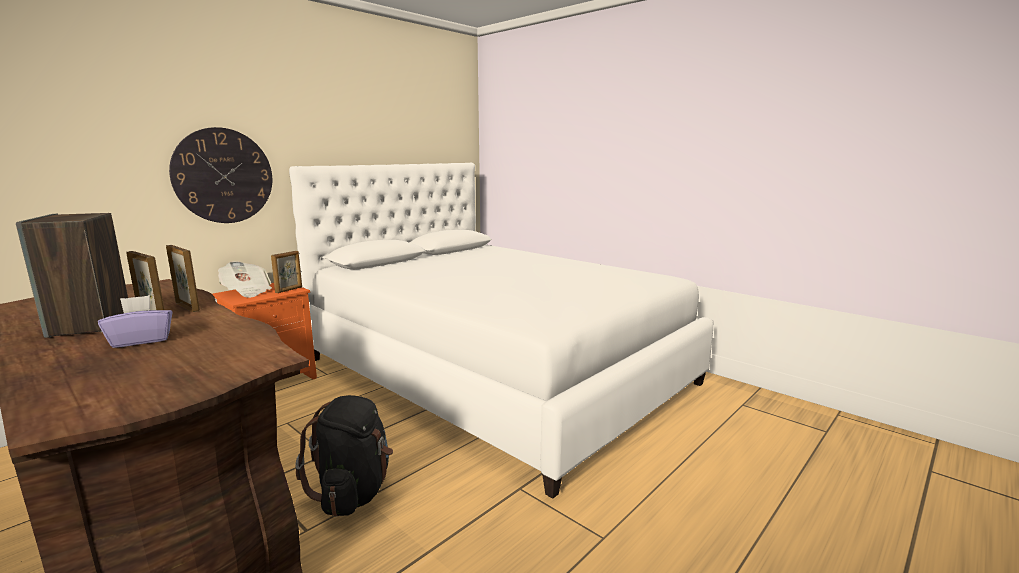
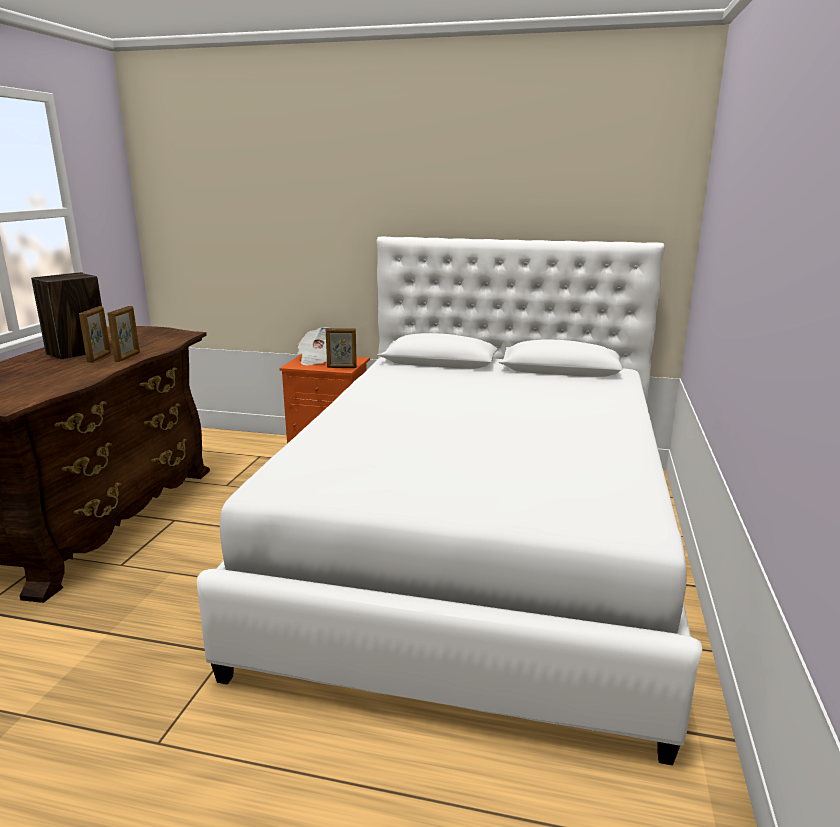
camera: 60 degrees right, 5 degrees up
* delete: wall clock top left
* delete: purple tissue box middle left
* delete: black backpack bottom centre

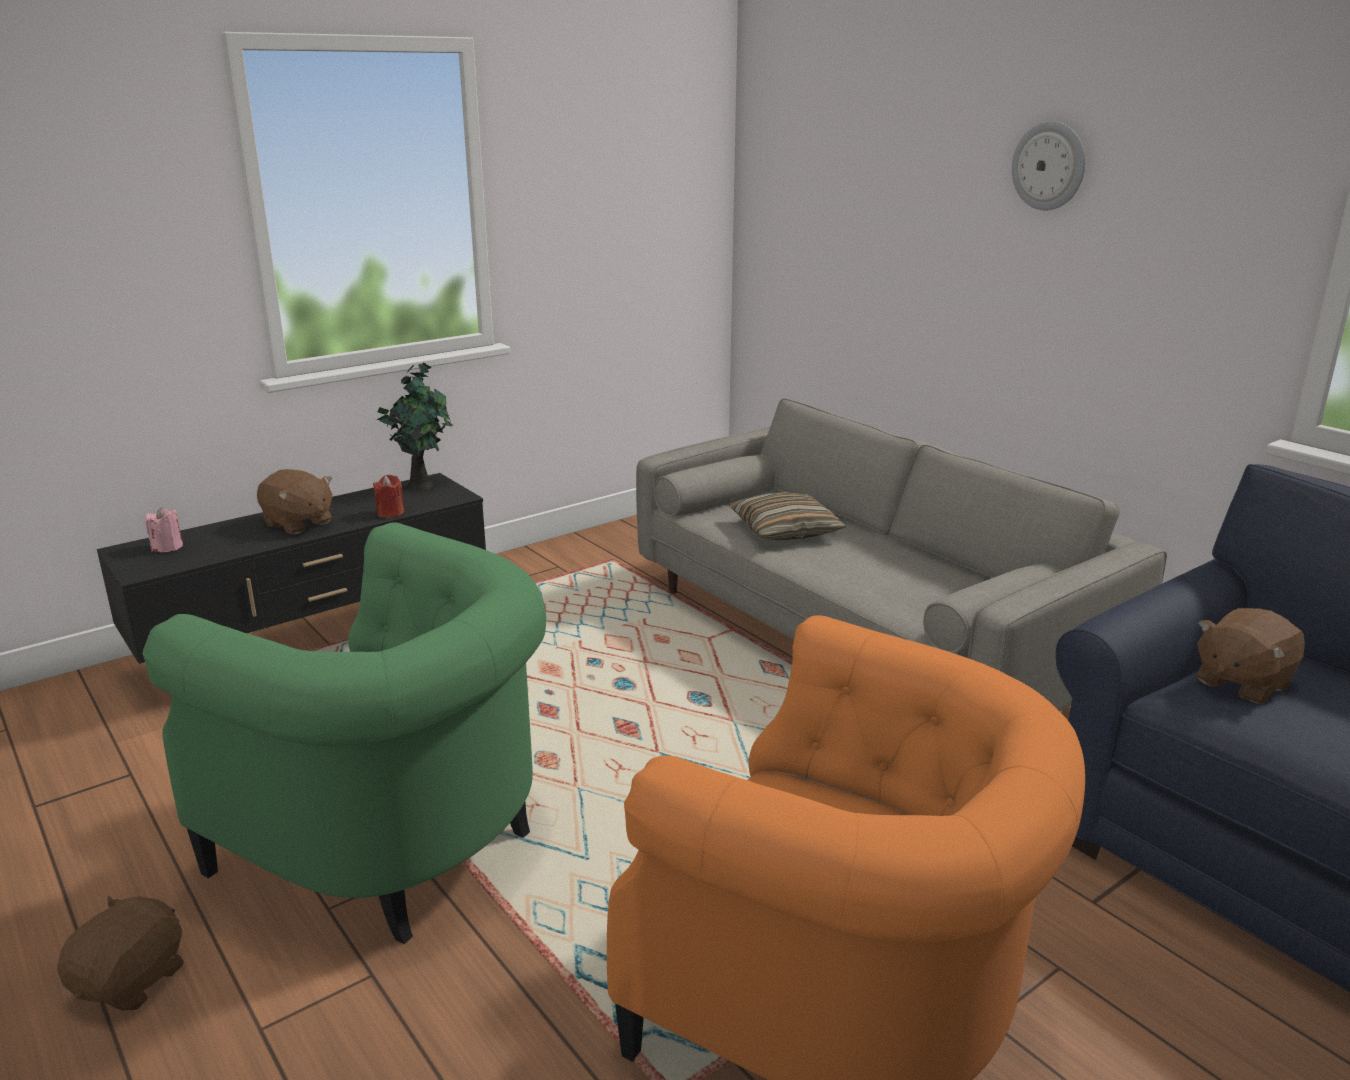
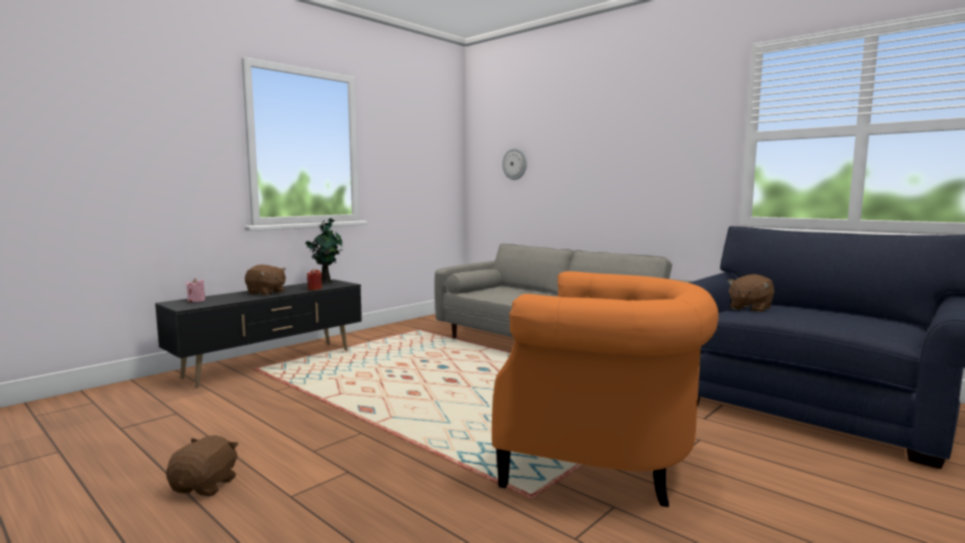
camera: 10 degrees left, 15 degrees down
* move: wall clock top right to top centre
* delete: pillow centre
* delete: green armchair bottom left

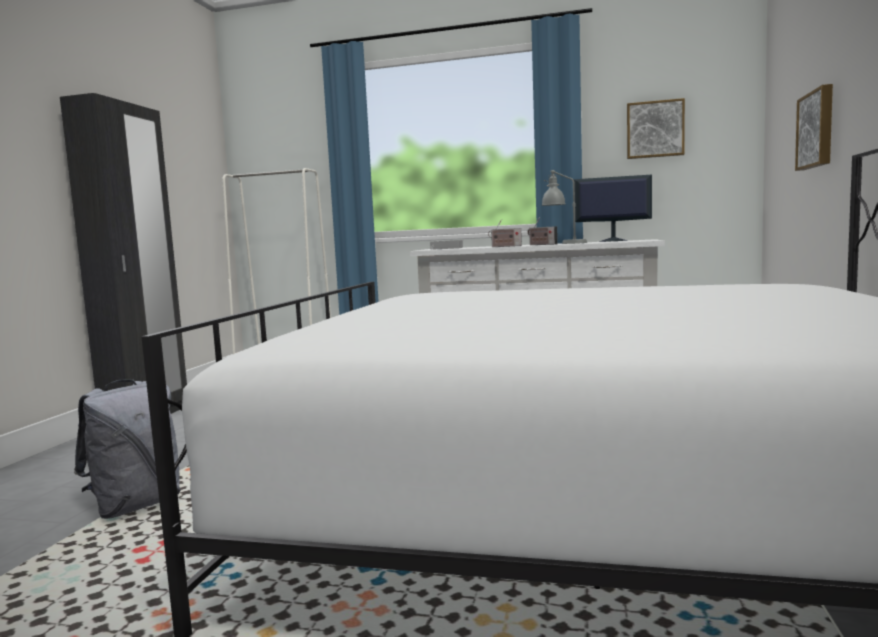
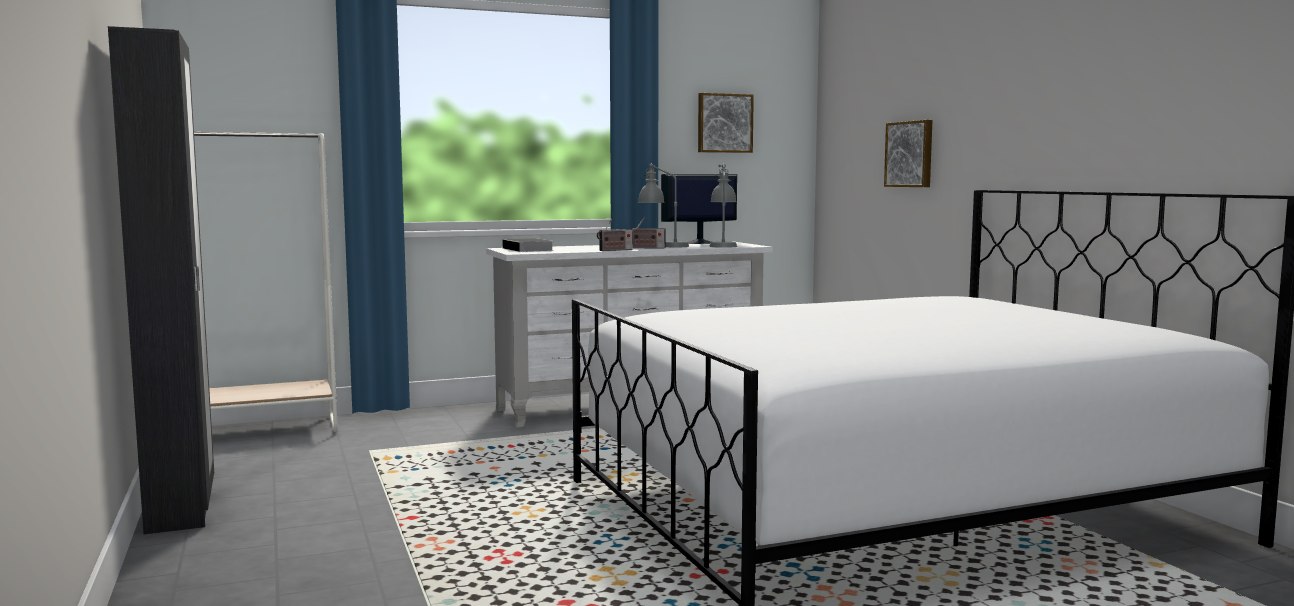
camera: 35 degrees left, 0 degrees up
* delete: grey backpack bottom left
* insert: grey table lamp (2nd from left) centre

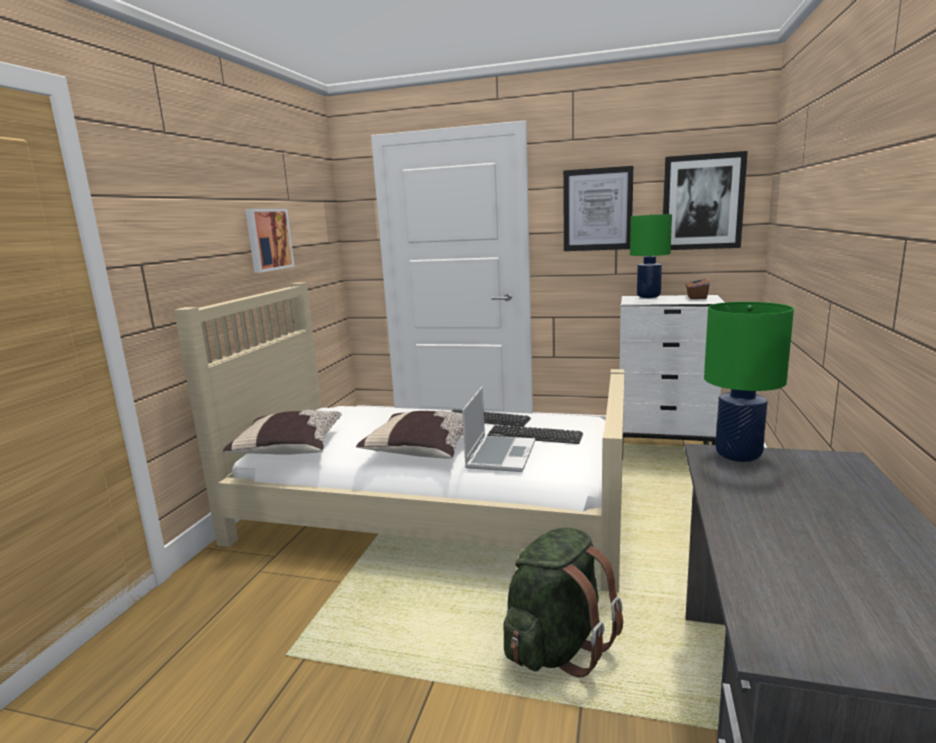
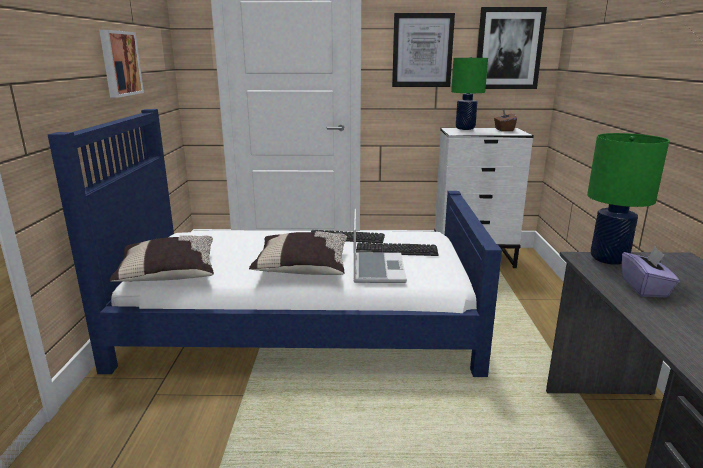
camera: 15 degrees left, 5 degrees up
* recolor: beige bed centre to blue bed centre
* delete: green backpack bottom centre
* insert: purple tissue box middle right

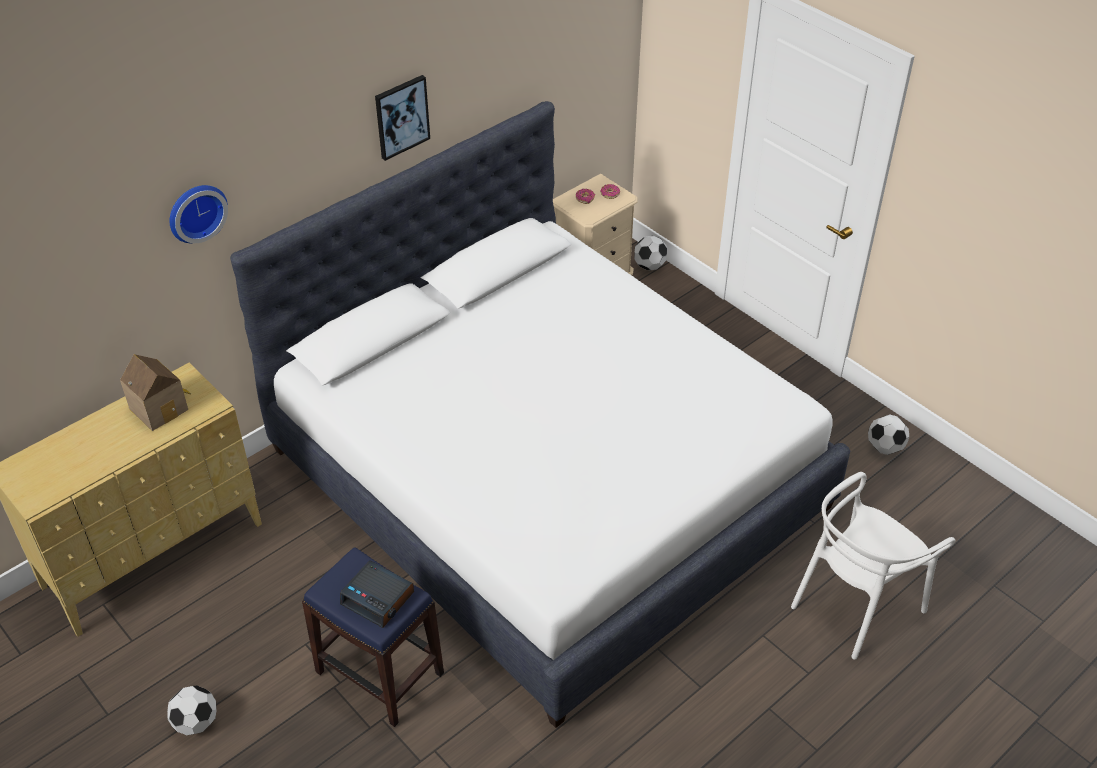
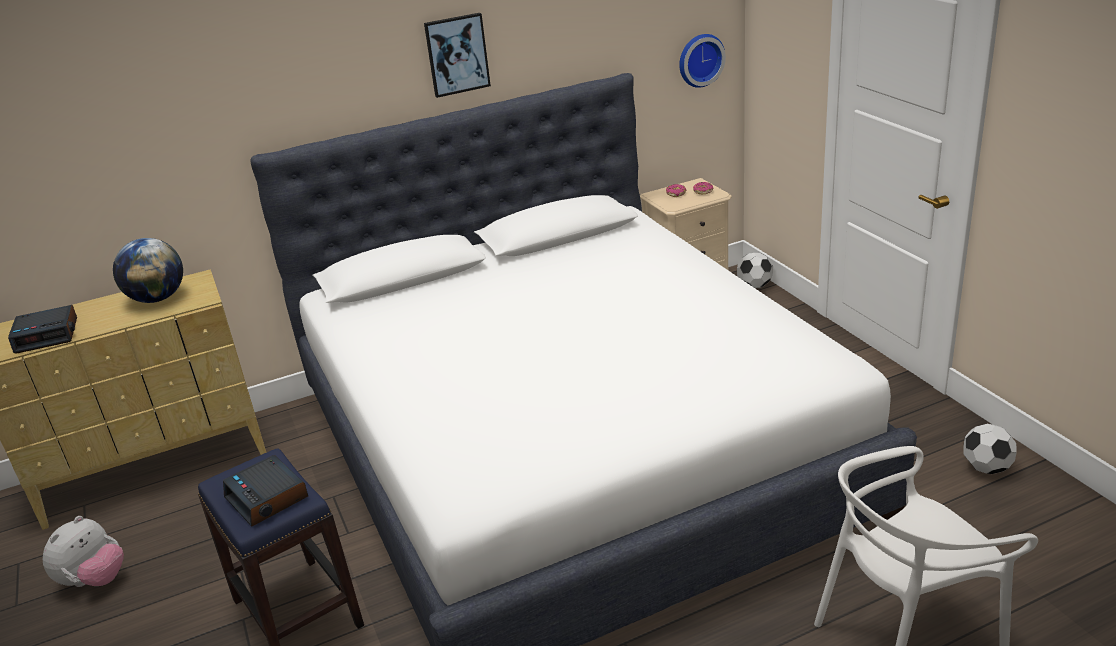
camera: 20 degrees right, 15 degrees down
* move: wall clock top left to top centre
* replace: toy house middle left to globe middle left
* delete: football (1st from left) bottom left
* insert: alarm clock (1st from left) middle left
* insert: plush toy bottom left

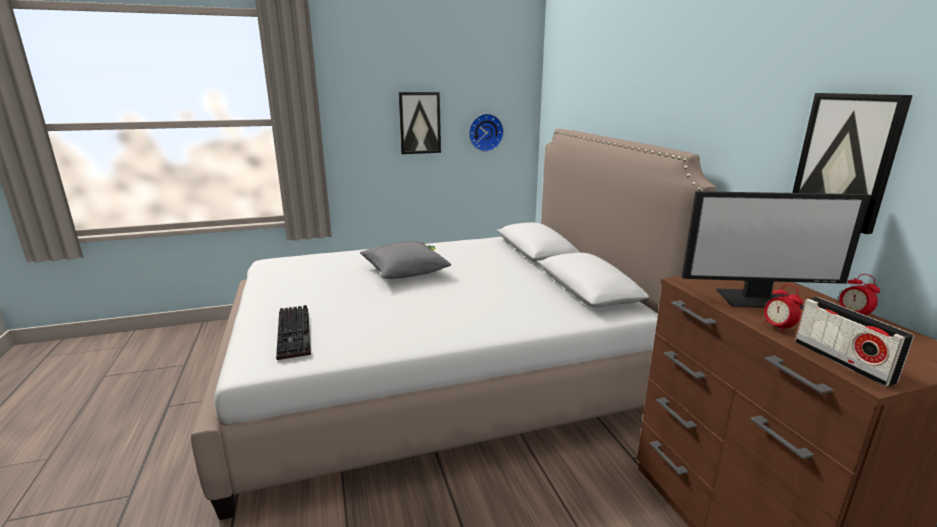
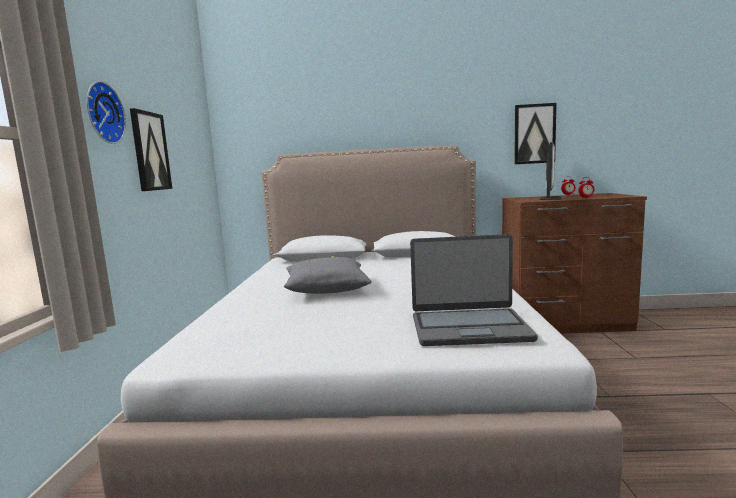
camera: 70 degrees left, 10 degrees down
* move: wall clock top centre to top left
* delete: radio middle right
* replace: keyboard middle left to laptop centre

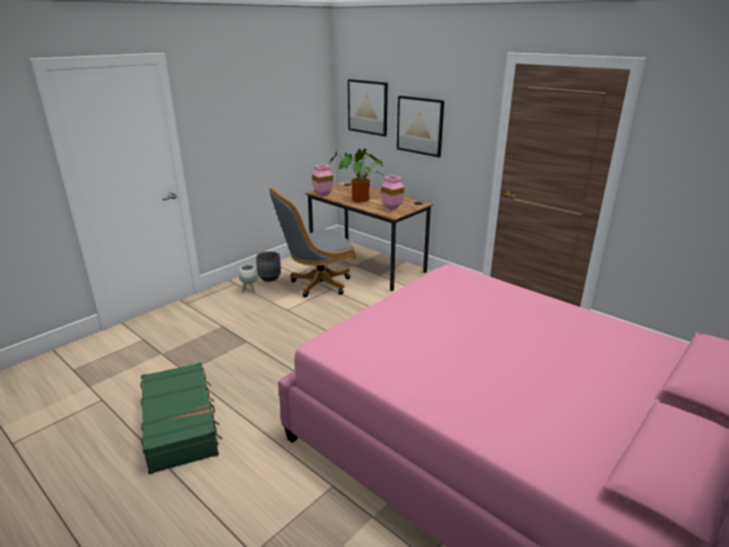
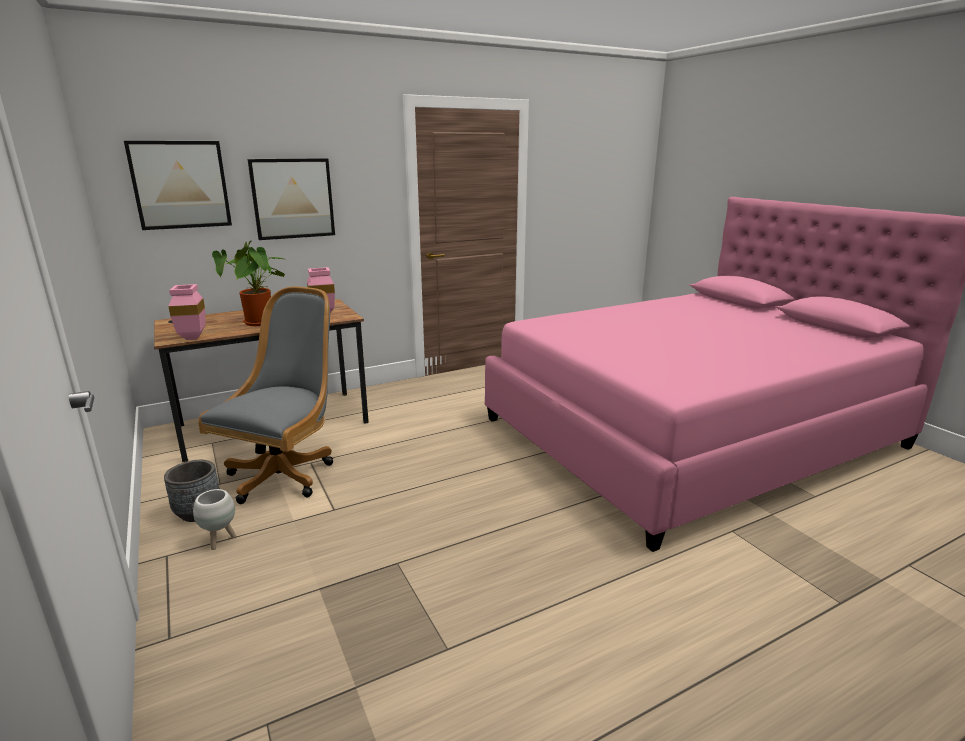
camera: 70 degrees left, 5 degrees down
* rotate: grey office chair centre = middle left 150 degrees counterclockwise
* delete: green suitcase bottom left

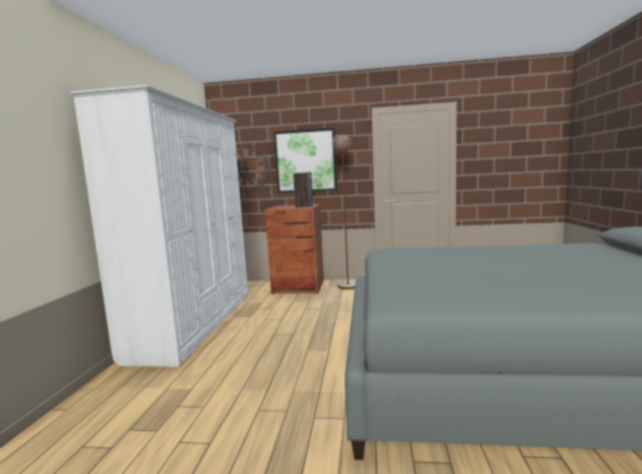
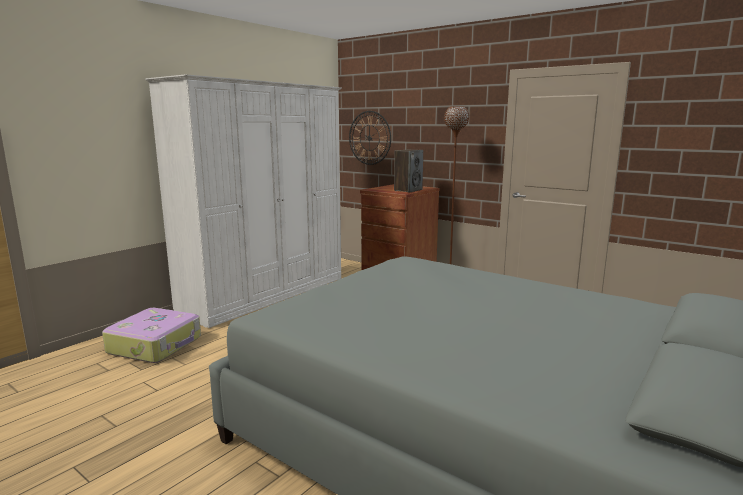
camera: 30 degrees right, 5 degrees up
* delete: picture centre
* insert: suitcase bottom left

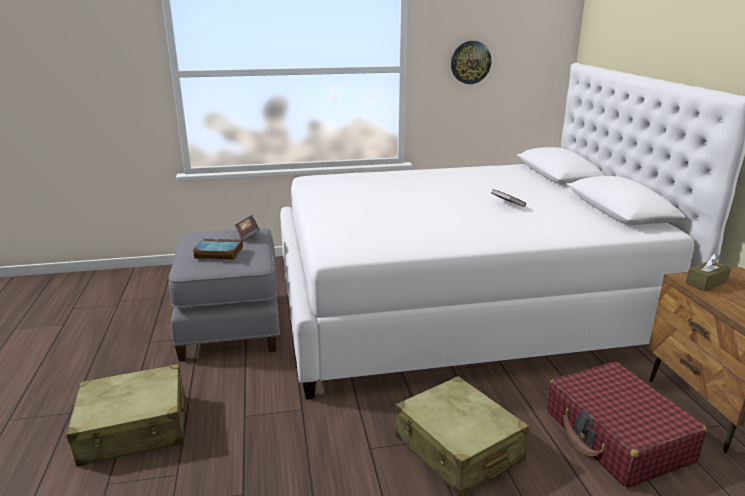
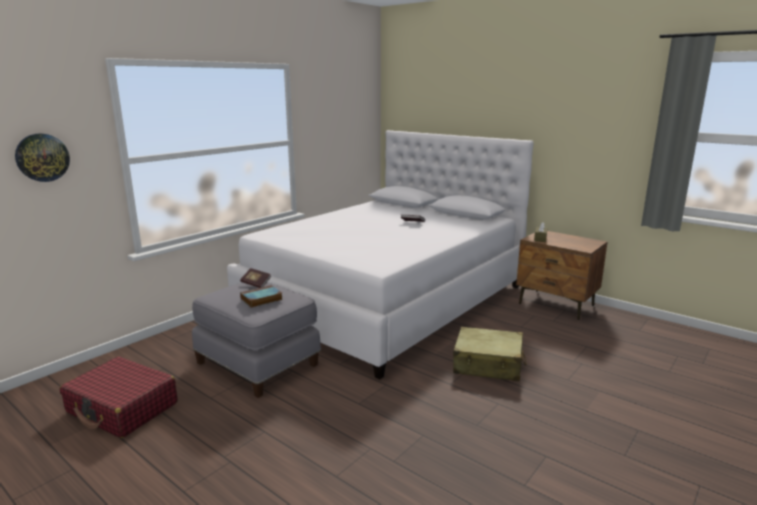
camera: 40 degrees left, 5 degrees down
* move: wall clock top centre to top left
* move: red suitcase bottom right to bottom left
* delete: beige suitcase (1st from left) bottom left

